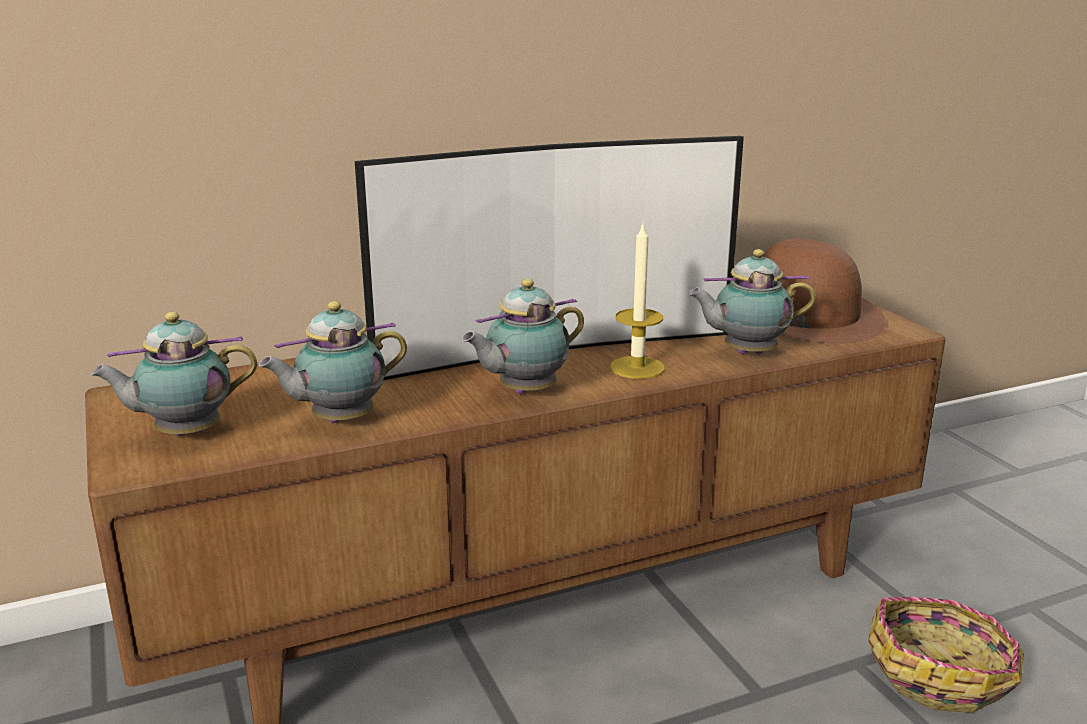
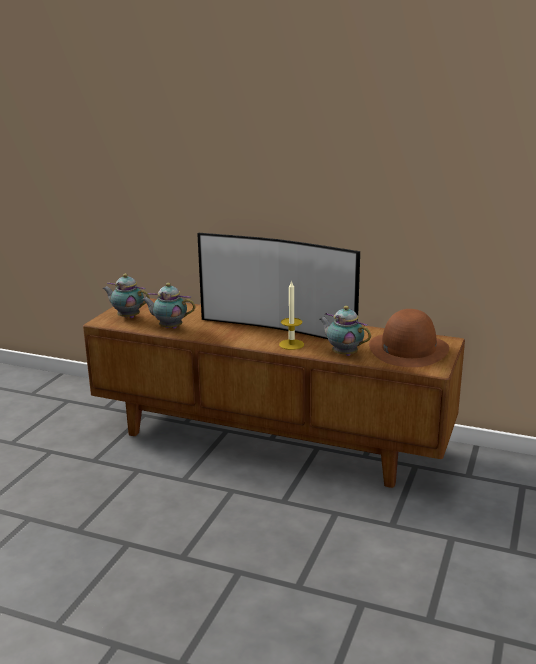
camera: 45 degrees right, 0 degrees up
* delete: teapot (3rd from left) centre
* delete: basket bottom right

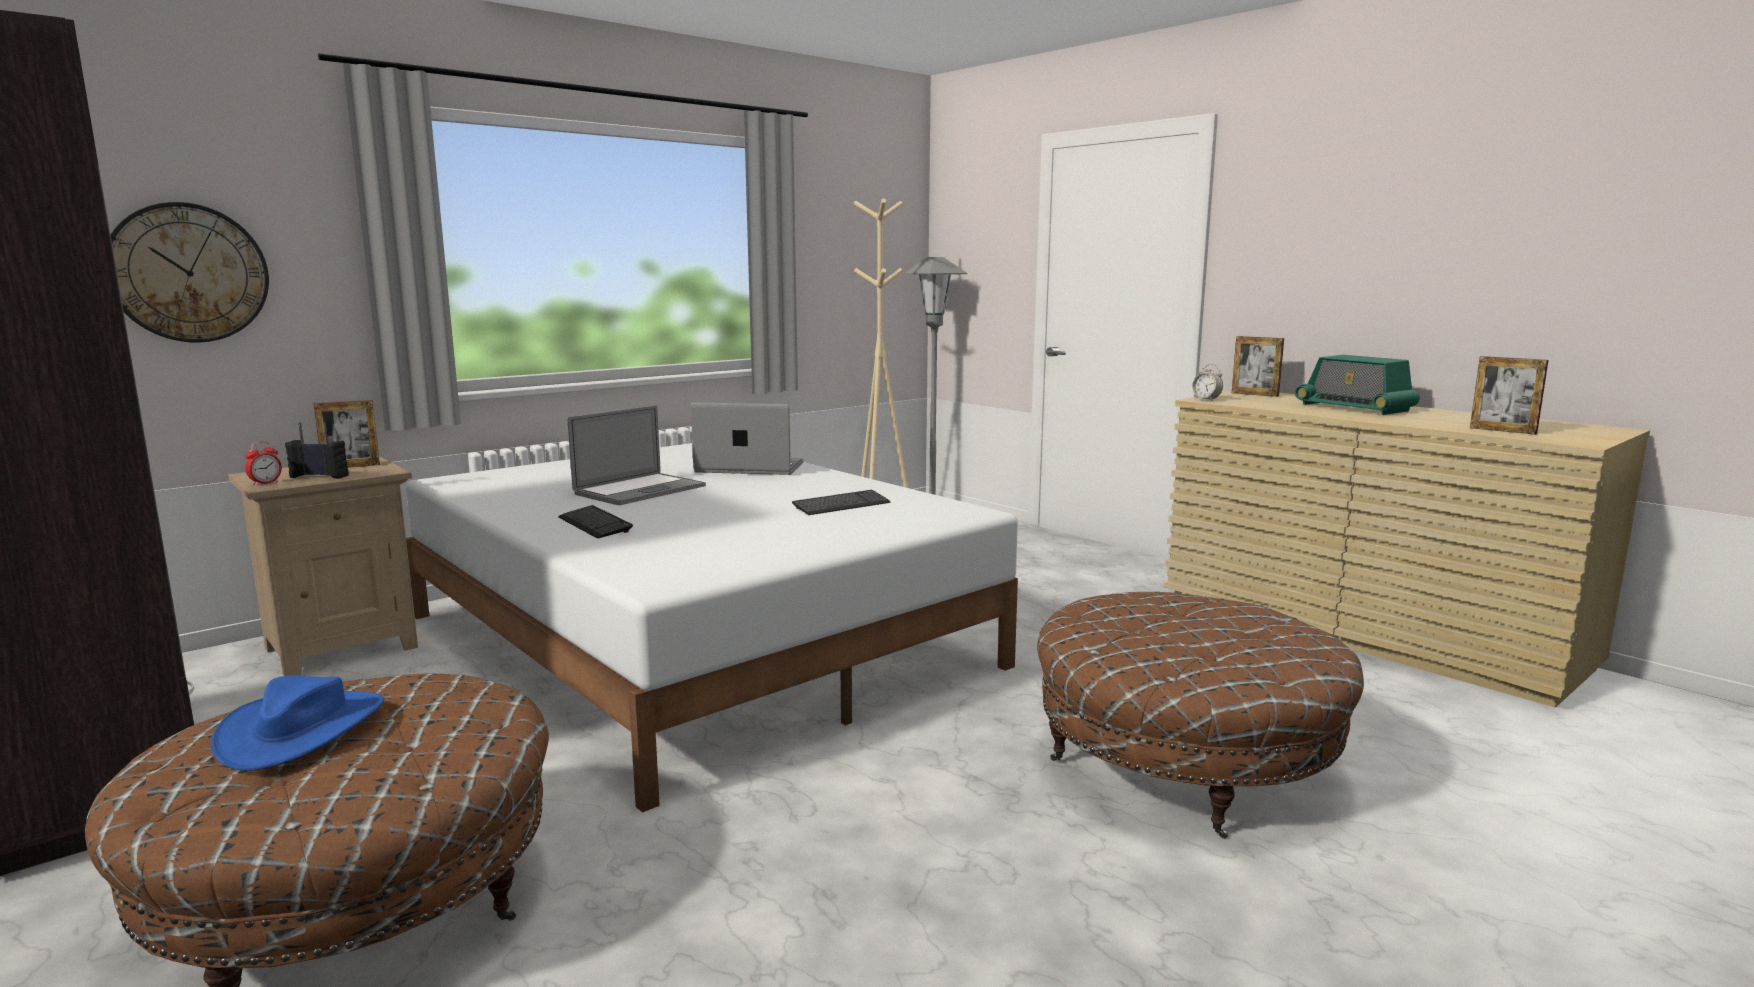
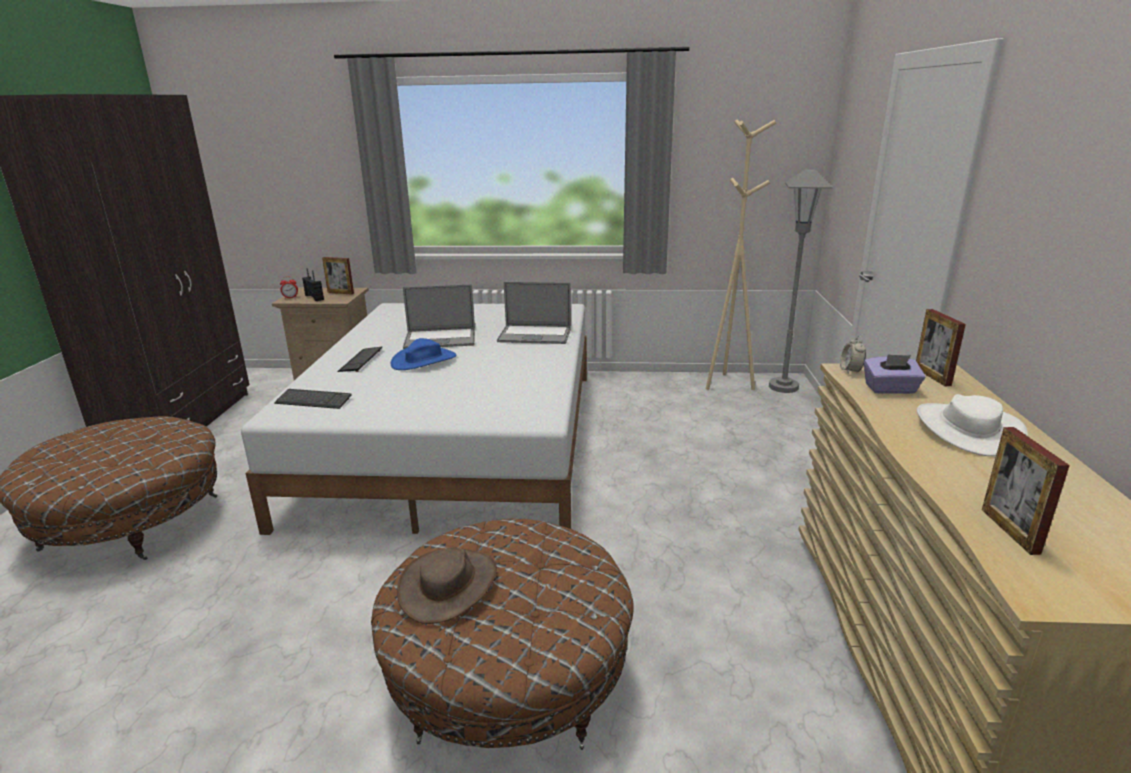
camera: 45 degrees right, 10 degrees up
* delete: wall clock top left
* replace: radio (2nd from left) middle right to white hat middle right
* rotate: laptop (2nd from left) centre = centre 135 degrees clockwise
* move: keyboard (2nd from left in the first image) centre to keyboard (1st from left) middle left
* move: blue hat bottom left to centre
* insert: purple tissue box middle right
* insert: brown hat bottom centre

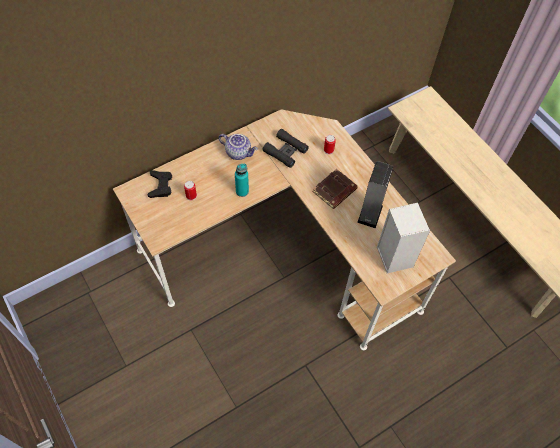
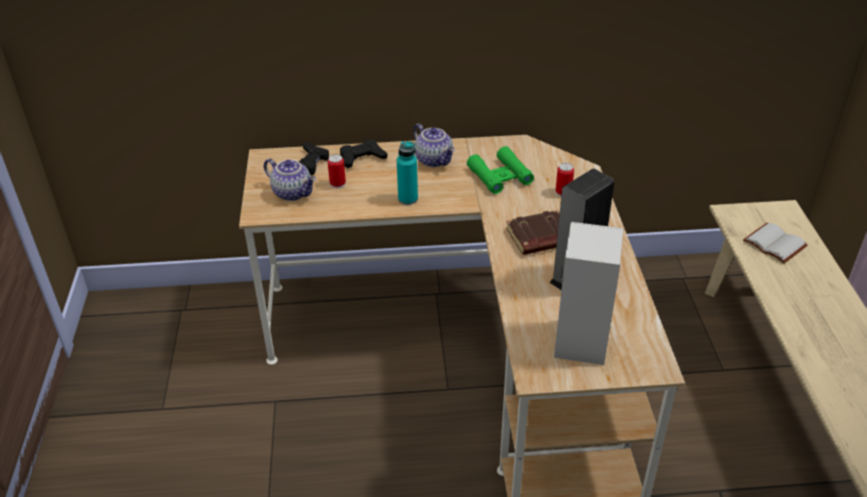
camera: 30 degrees right, 20 degrees down
* recolor: black binoculars top centre to green binoculars centre
* insert: black game controller (2nd from left) top centre
* insert: teapot (1st from left) centre
* insert: white book middle right

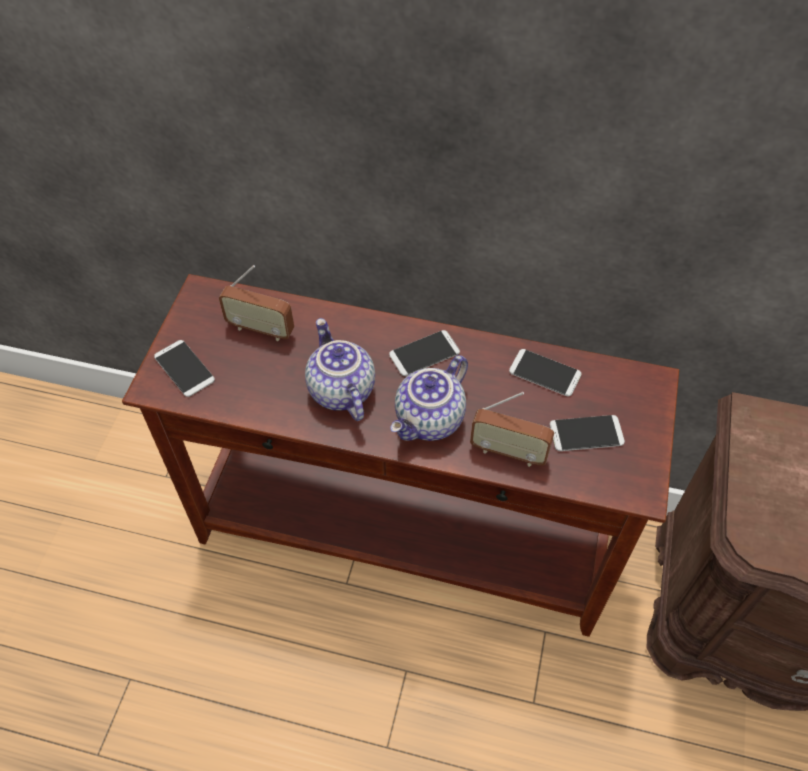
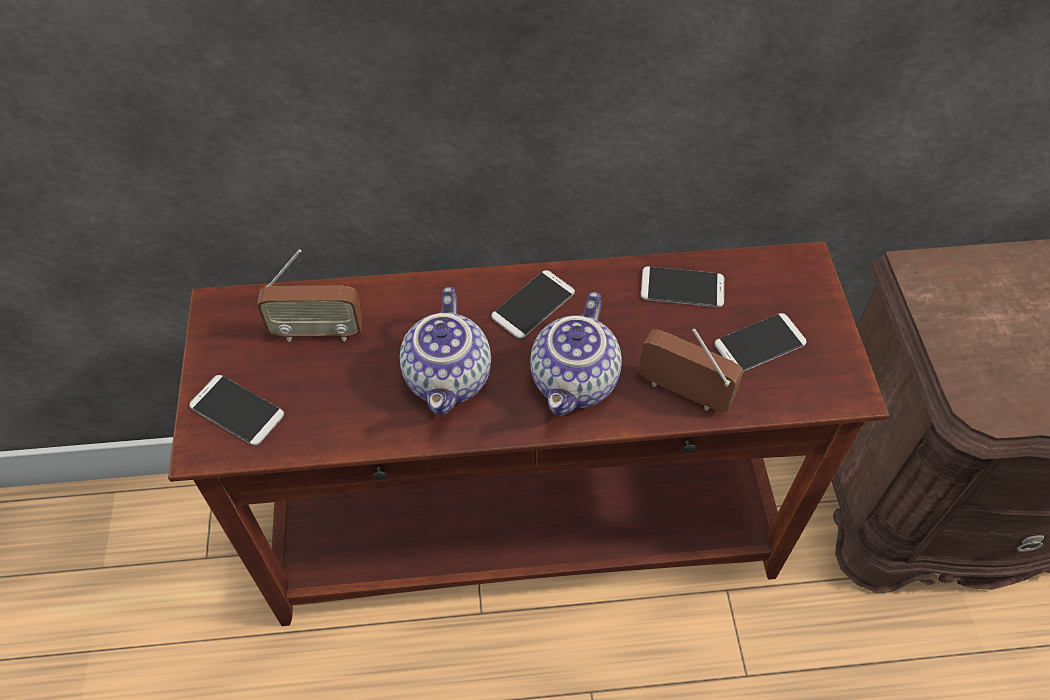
camera: 20 degrees left, 0 degrees up
* rotate: teapot (1st from left) centre = centre 135 degrees counterclockwise
* rotate: radio (2nd from left) centre = centre 150 degrees counterclockwise

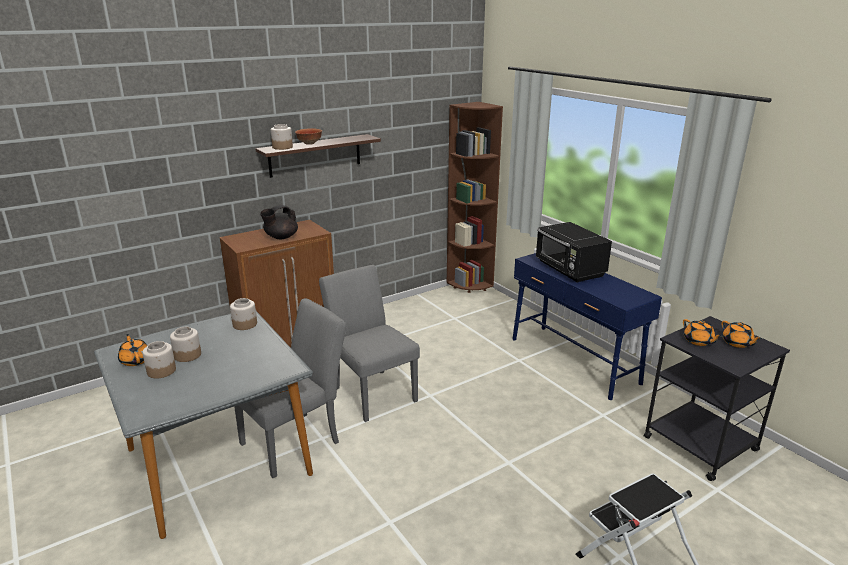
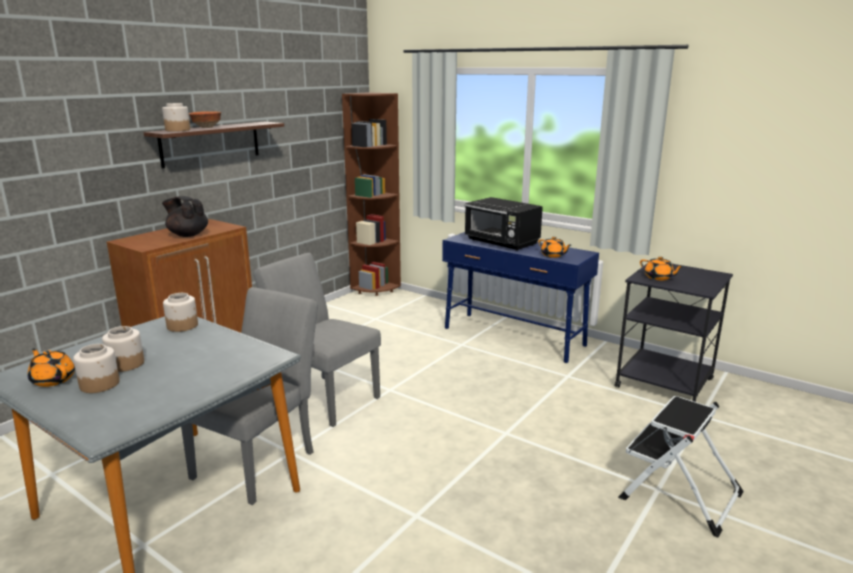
camera: 20 degrees left, 5 degrees down
* rotate: black teapot middle left = middle left 90 degrees clockwise
* move: orange teapot (3rd from left in the first image) middle right to orange teapot (2nd from left) centre

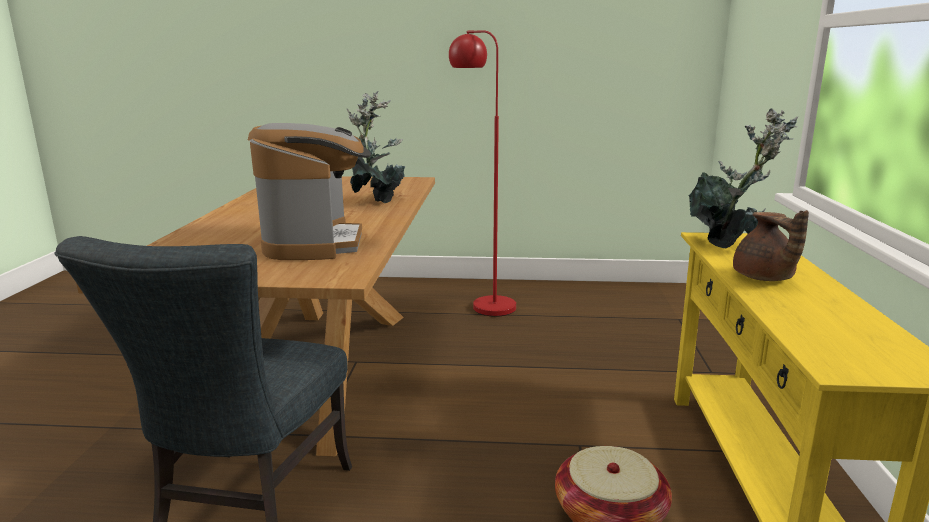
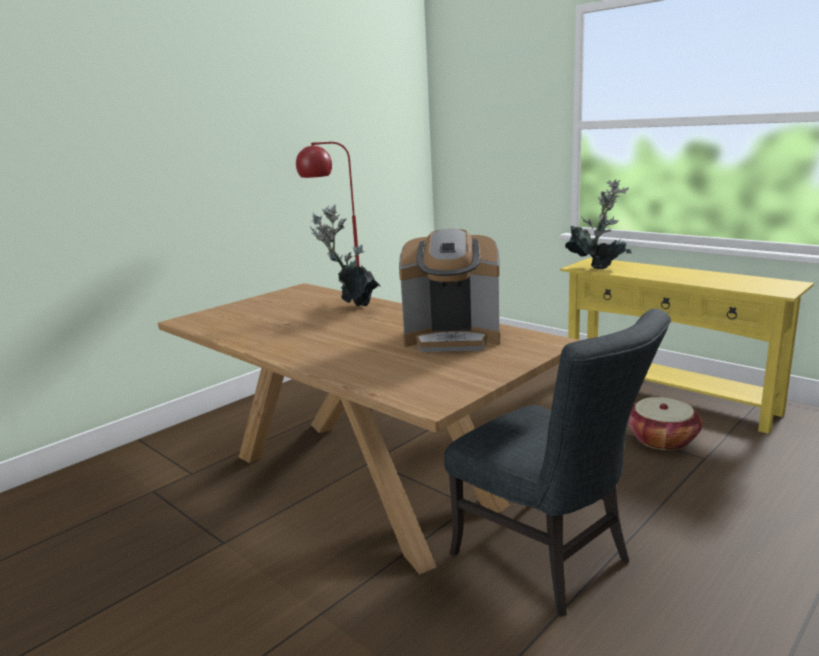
camera: 50 degrees left, 0 degrees up
* rotate: coffee machine middle left = centre 150 degrees clockwise
* delete: brown teapot middle right

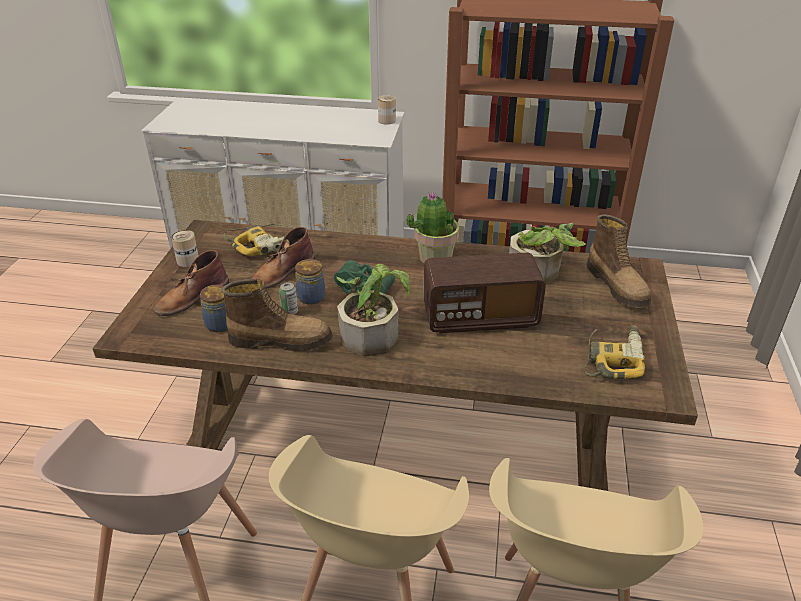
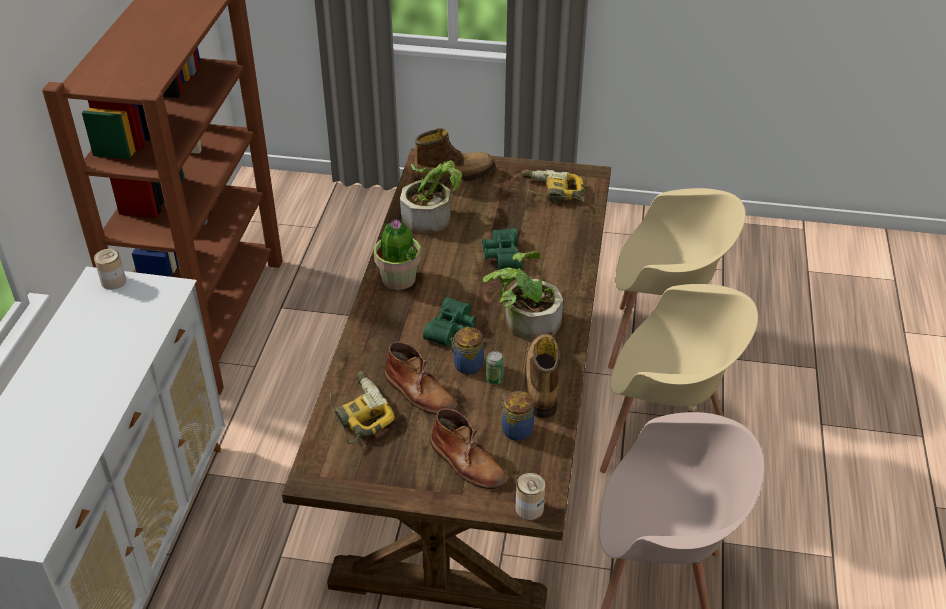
camera: 90 degrees left, 5 degrees up
* move: can (1st from left in the first image) middle left to can (3rd from left) bottom centre
* replace: radio centre to green binoculars (2nd from left) centre

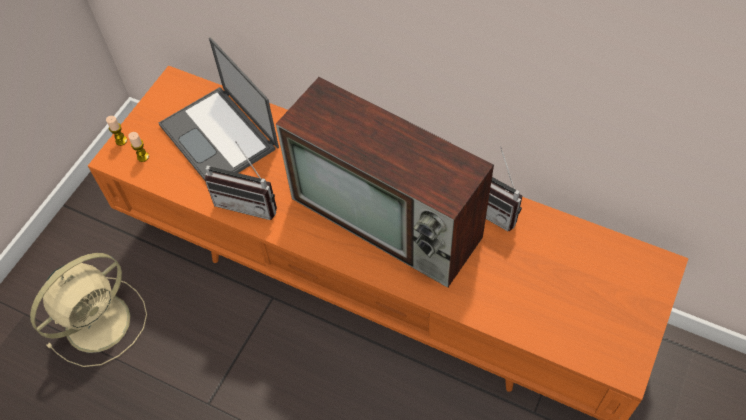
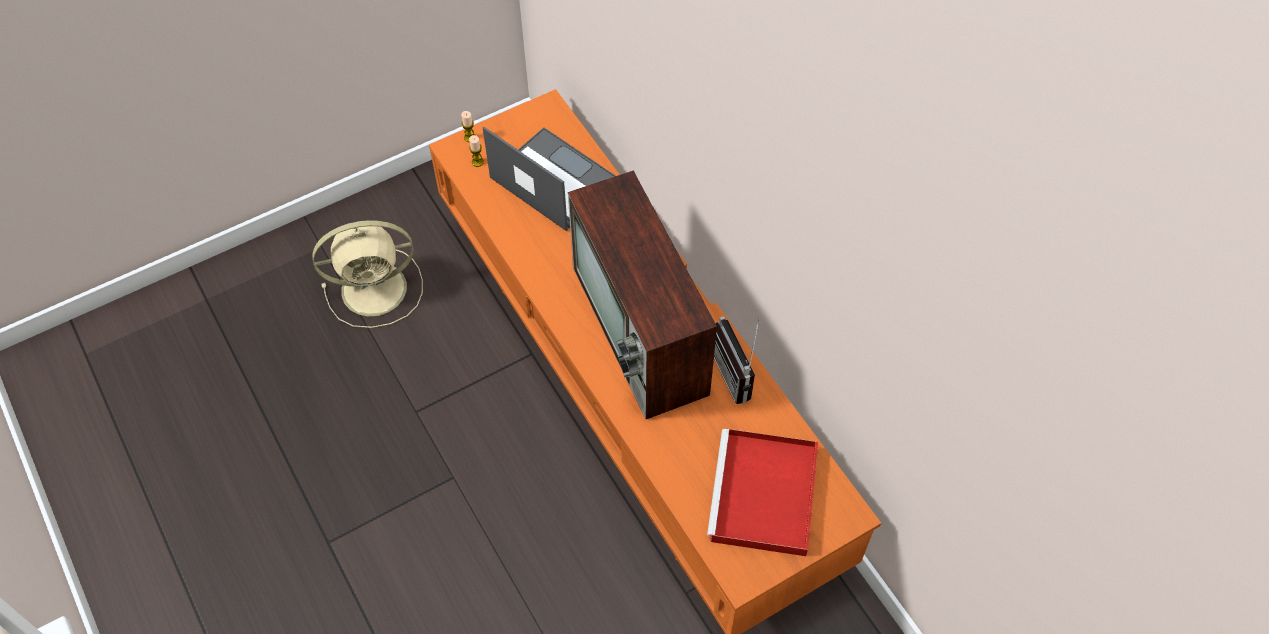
camera: 30 degrees right, 0 degrees up
* rotate: laptop top left = top centre 135 degrees clockwise
* delete: radio (1st from left) middle left
* insert: red tray bottom centre

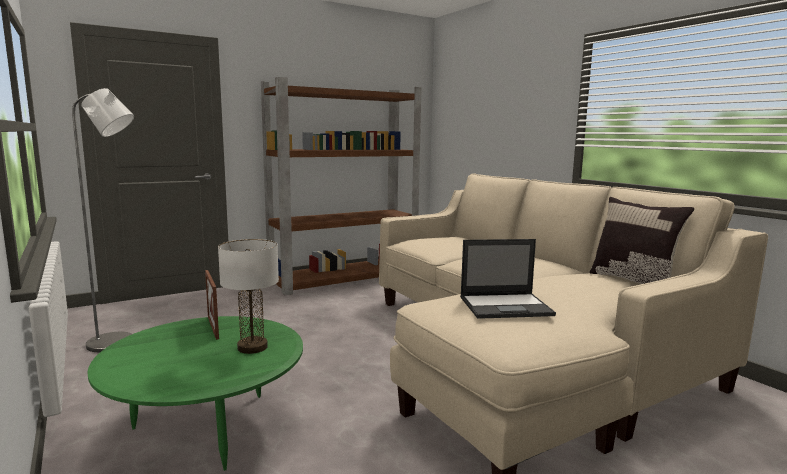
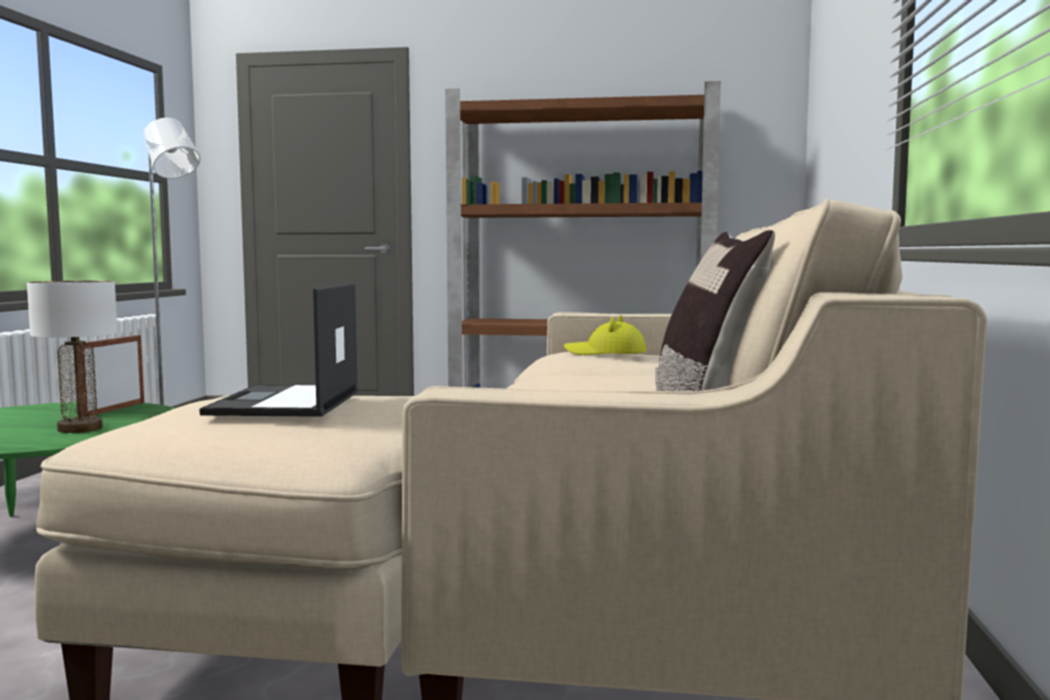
camera: 40 degrees right, 5 degrees down
* rotate: laptop centre = middle left 60 degrees clockwise
* insert: yellow hat centre

